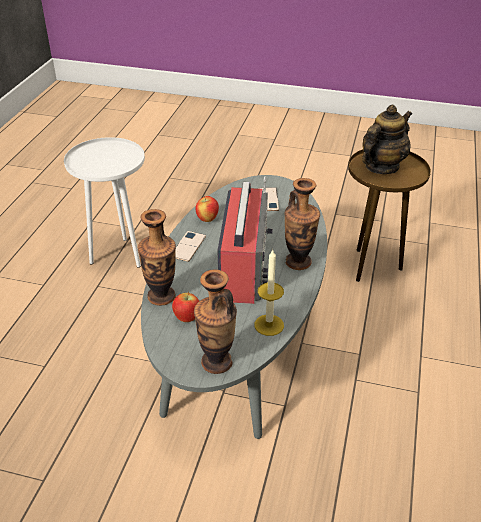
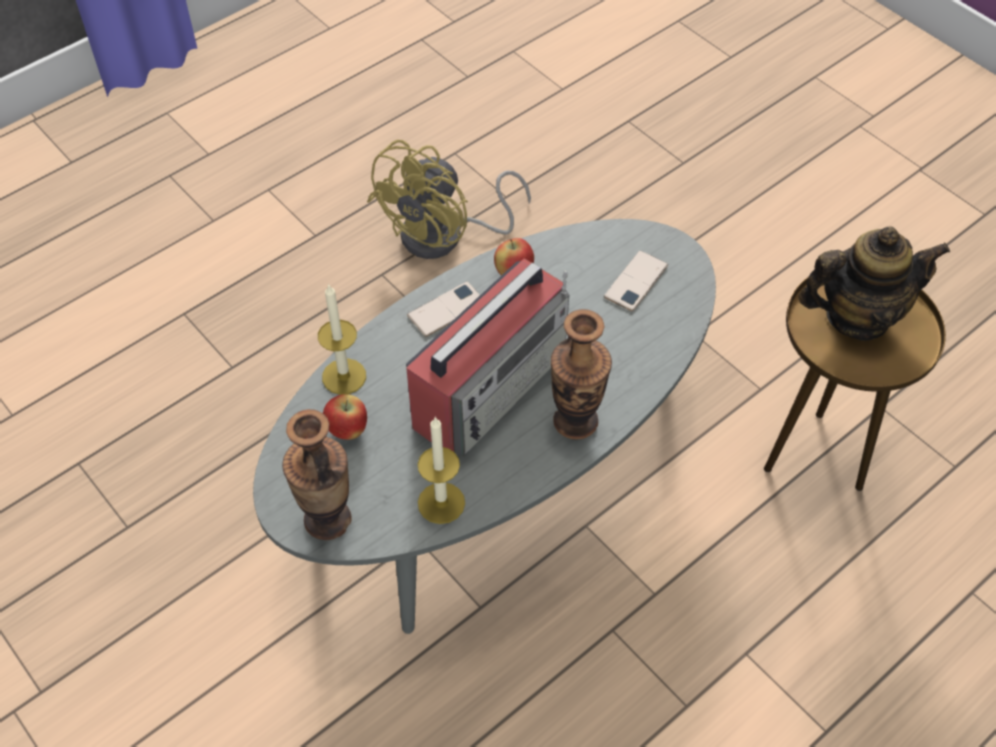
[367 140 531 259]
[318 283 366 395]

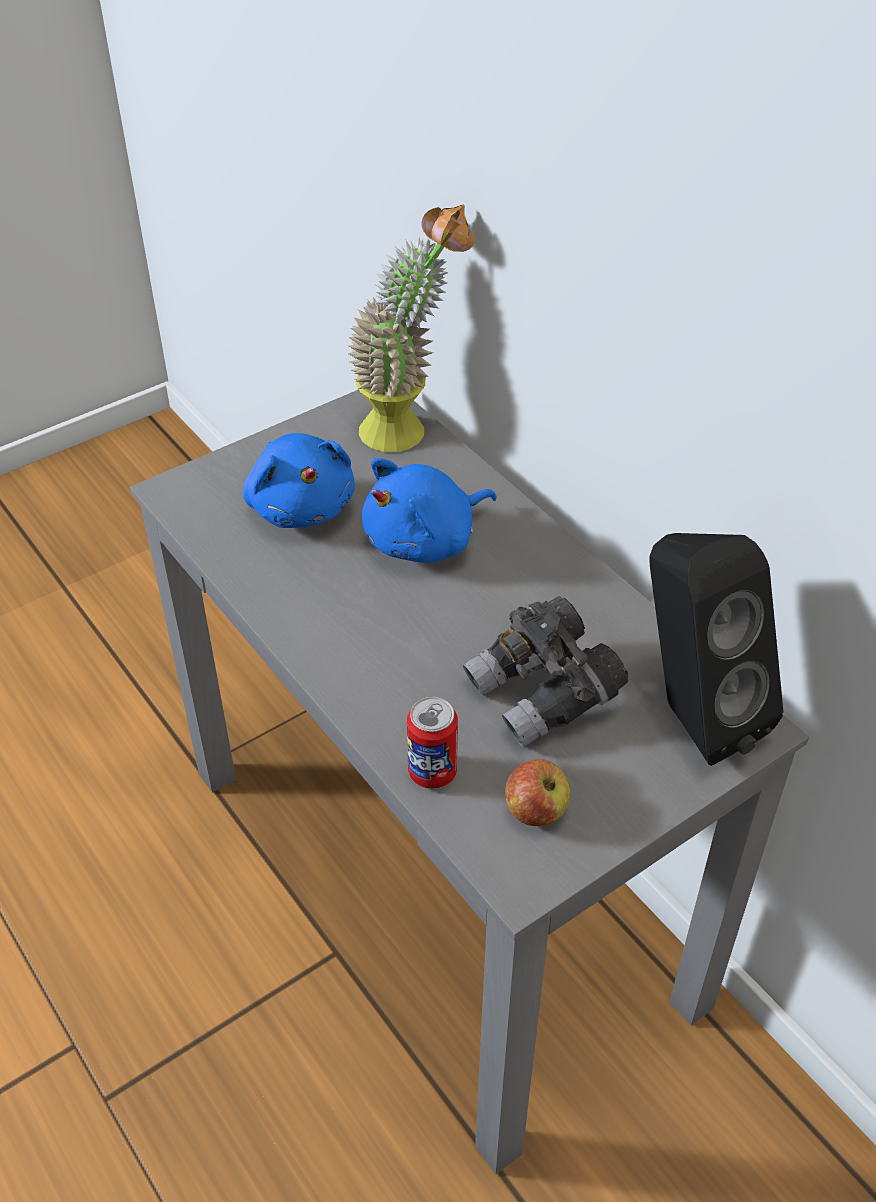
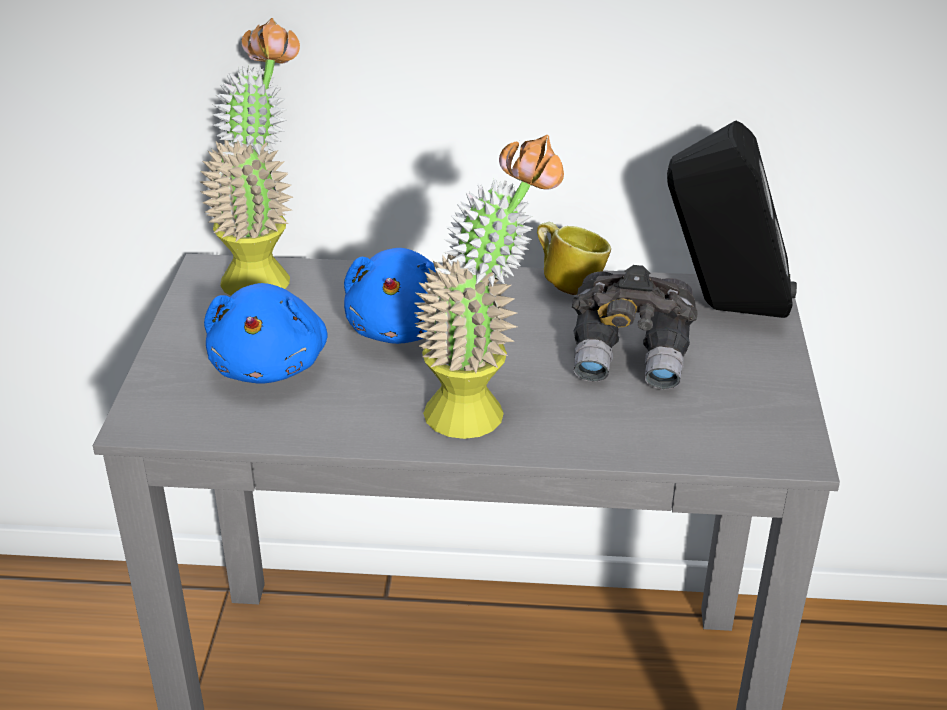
[204 283 327 384]
[407 697 458 789] (first image)
[505 759 570 826] (first image)
[413 135 564 439]
[537 222 611 295]

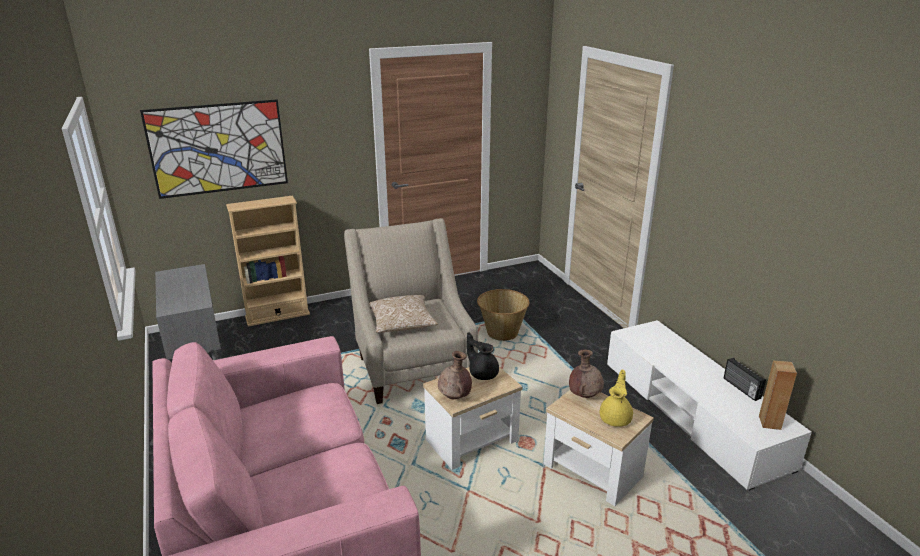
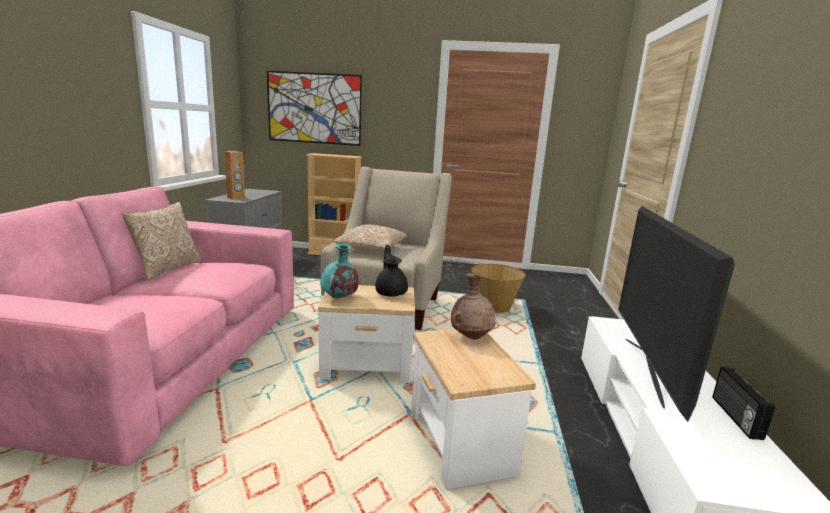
[320 244 359 299]
[224 151 245 200]
[600 369 633 427] (first image)
[122 202 202 281]
[618 206 735 422]

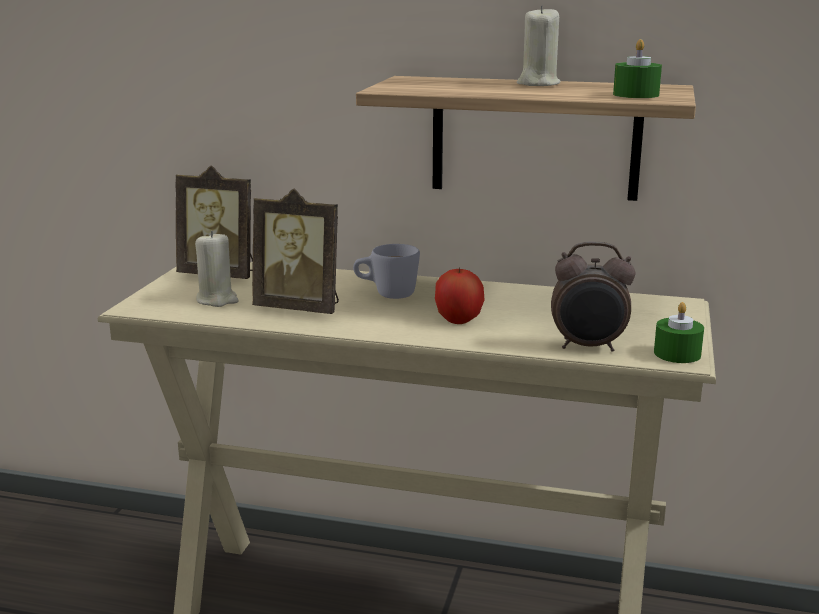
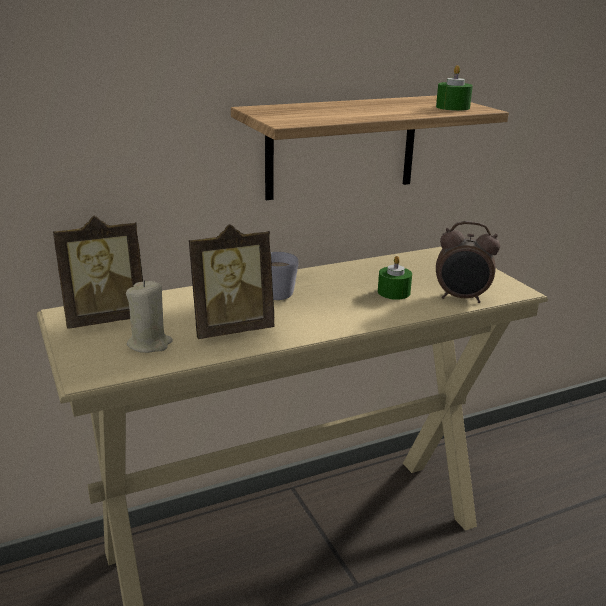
[517 5 561 86] (first image)
[436 221 500 303]
[435 268 485 324] (first image)
[378 256 412 300]

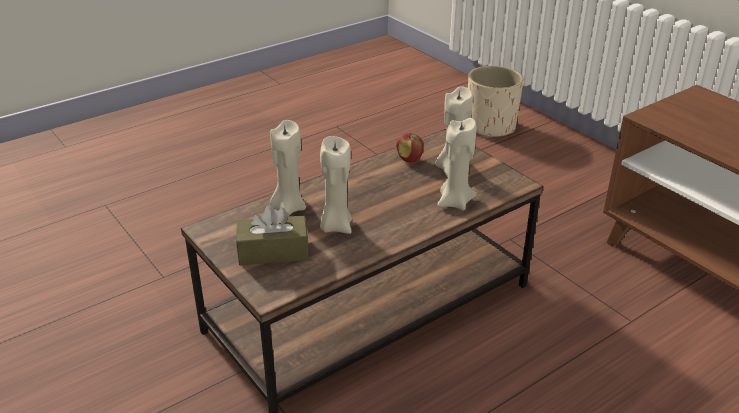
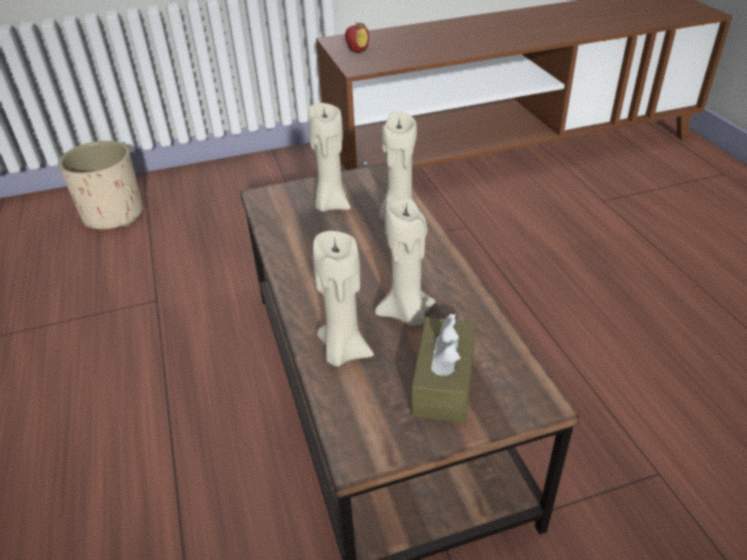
[345 22 369 53]

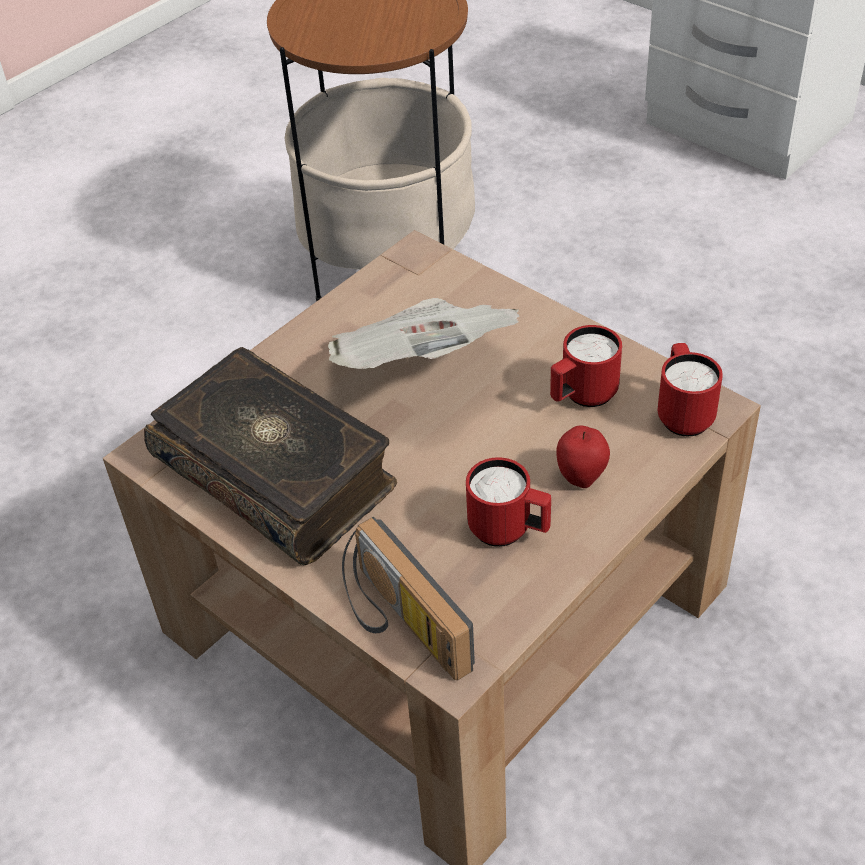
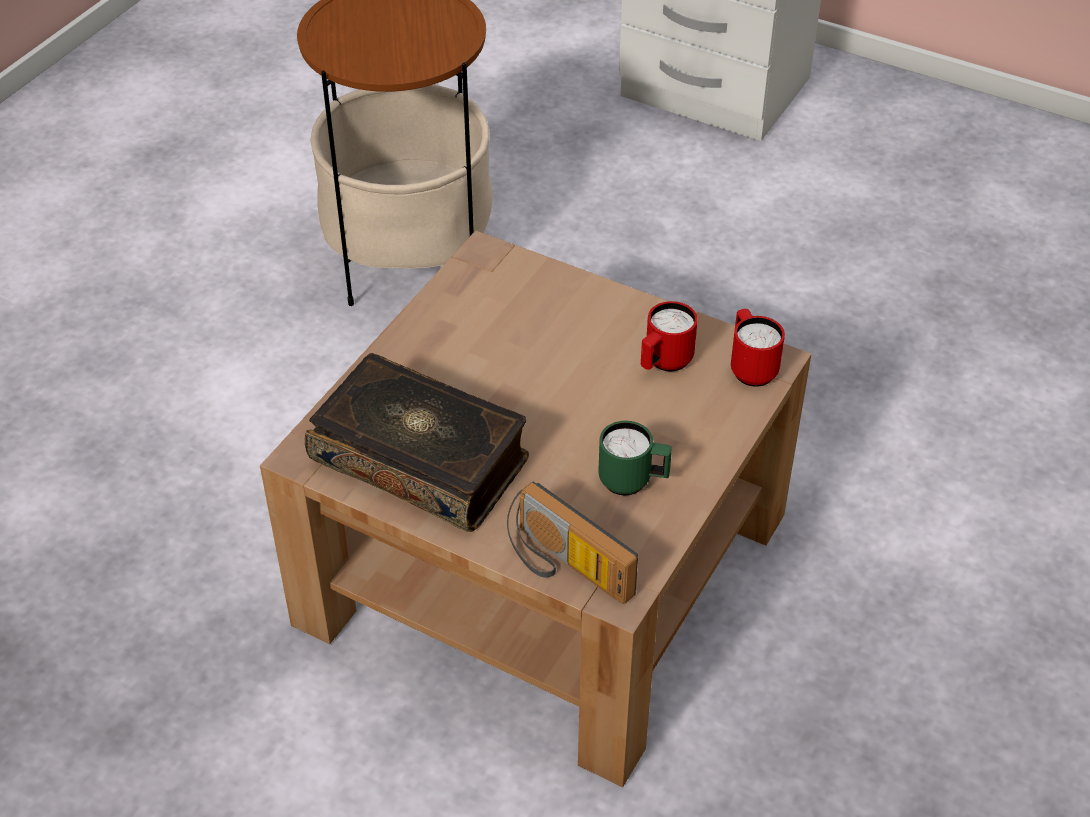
[328 298 519 369] (first image)
[556 425 610 488] (first image)
[598 421 672 495]

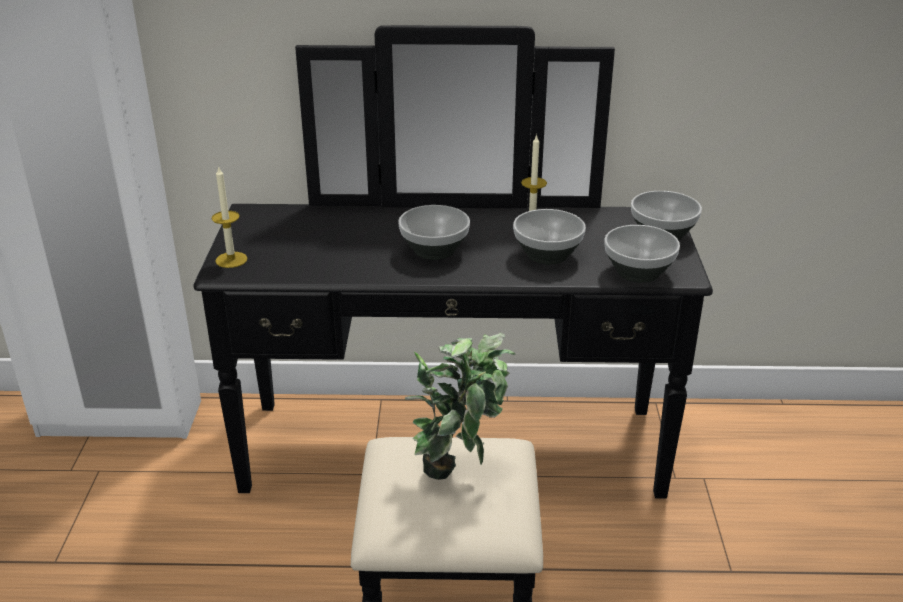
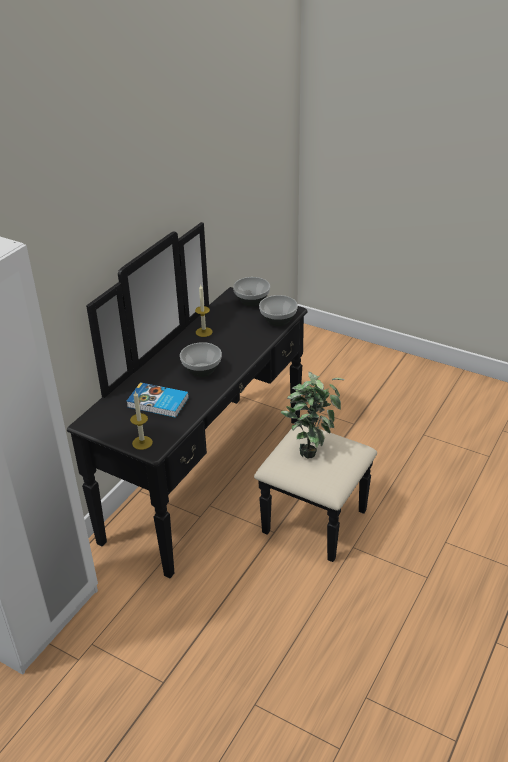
[513 209 586 265] (first image)
[126 382 189 418]

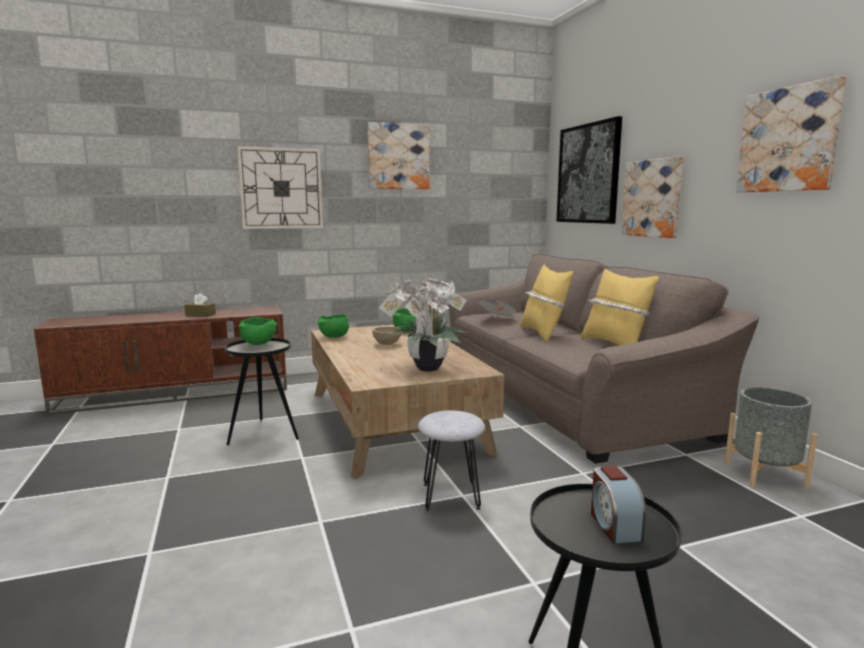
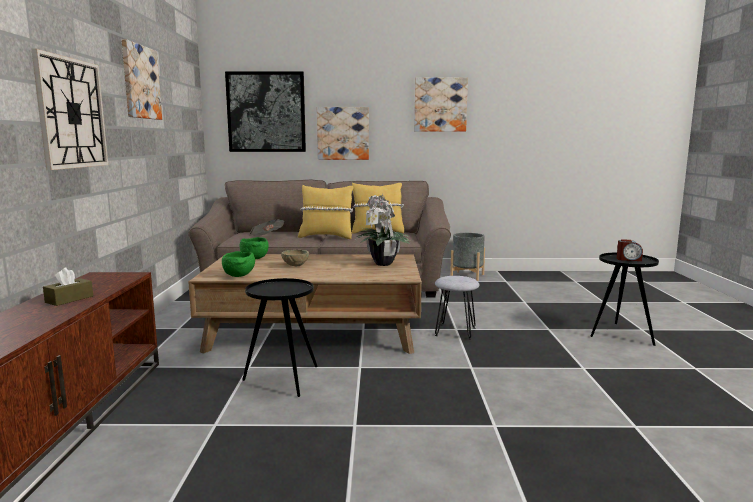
[239 317 277 345] (first image)

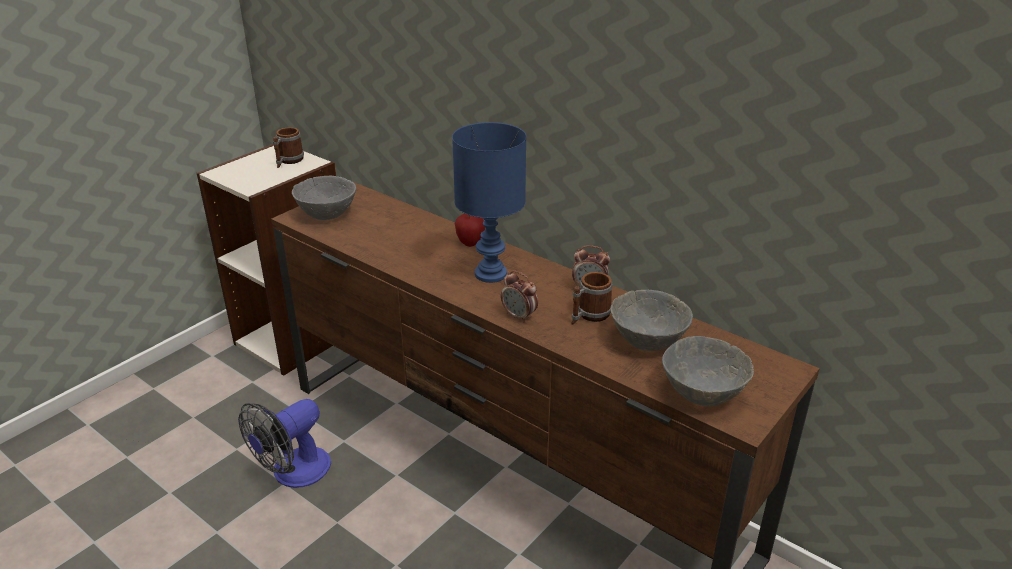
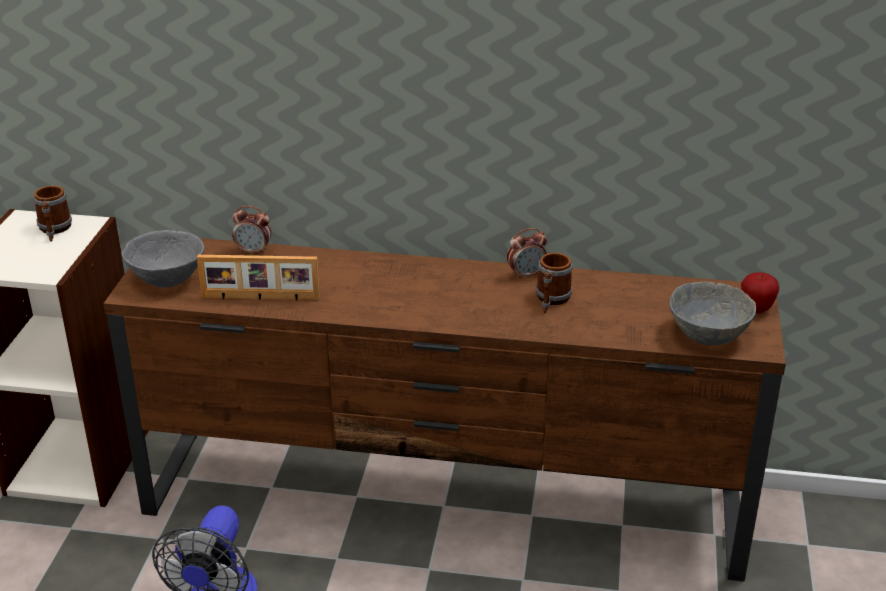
[452 122 526 283] (first image)
[741 272 779 313]
[232 206 271 255]
[611 290 693 351] (first image)
[197 255 320 301]

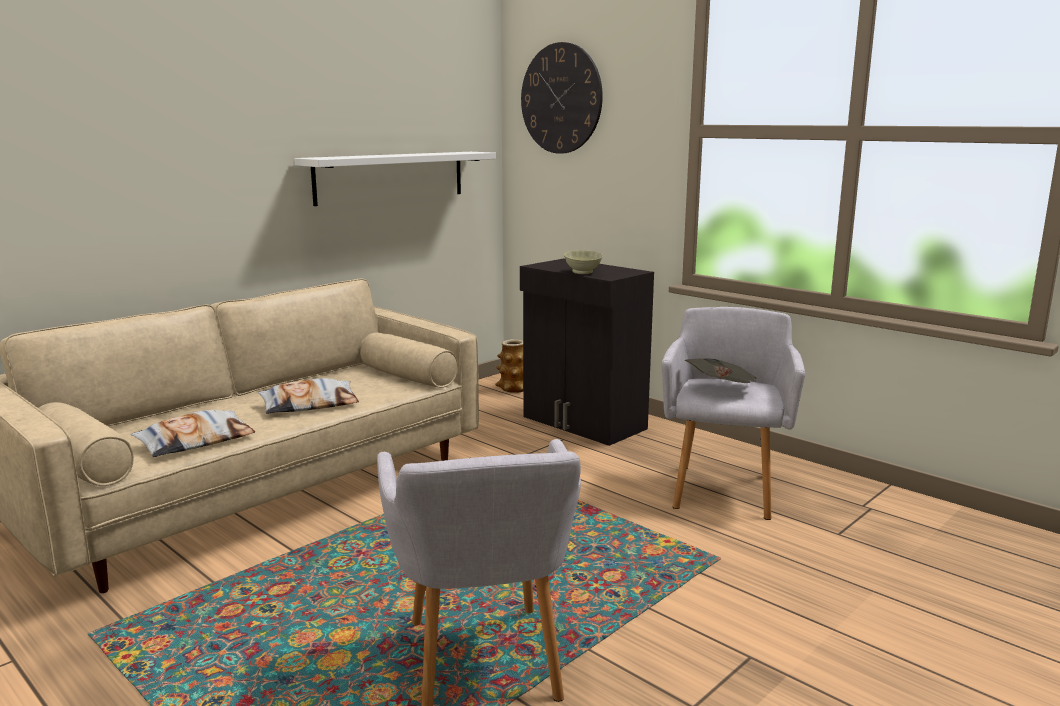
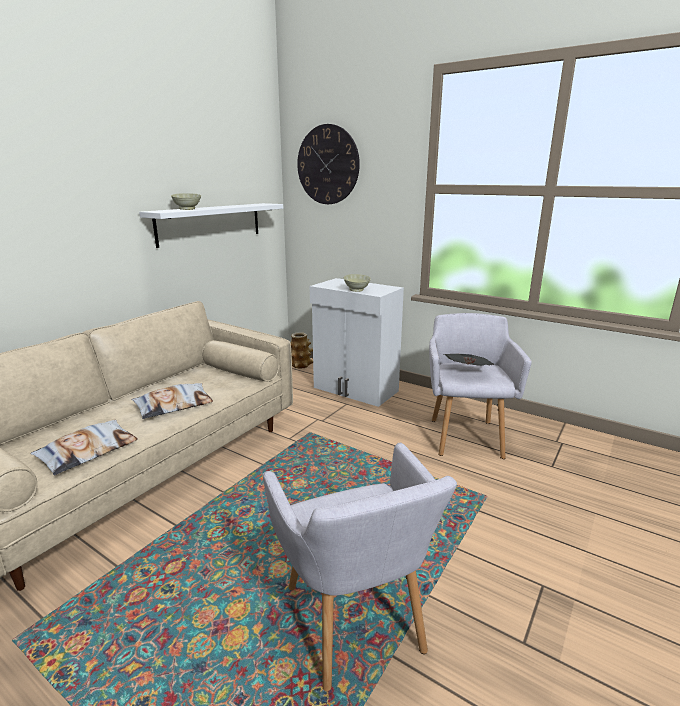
[310 278 404 407]
[171 193 201 210]

